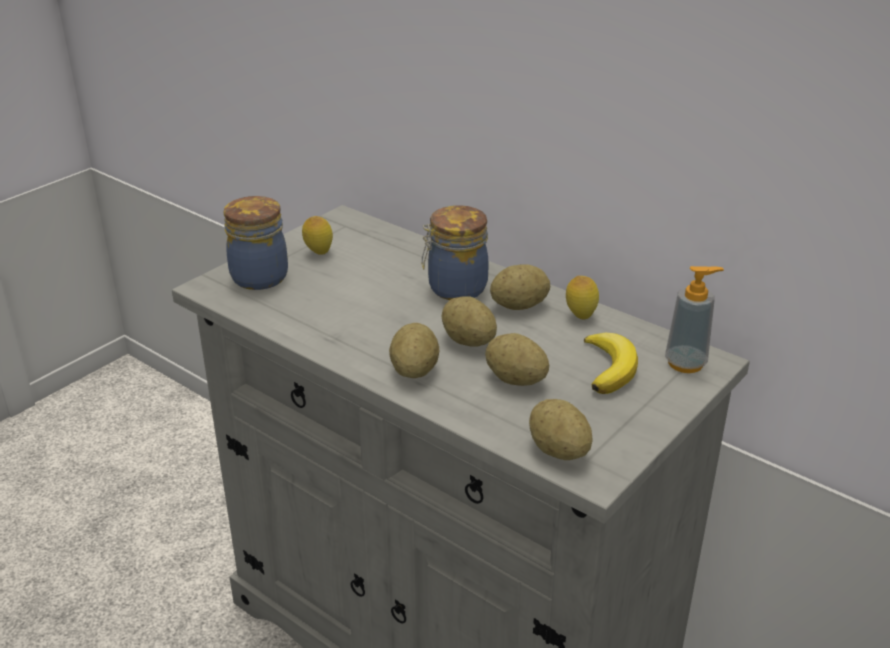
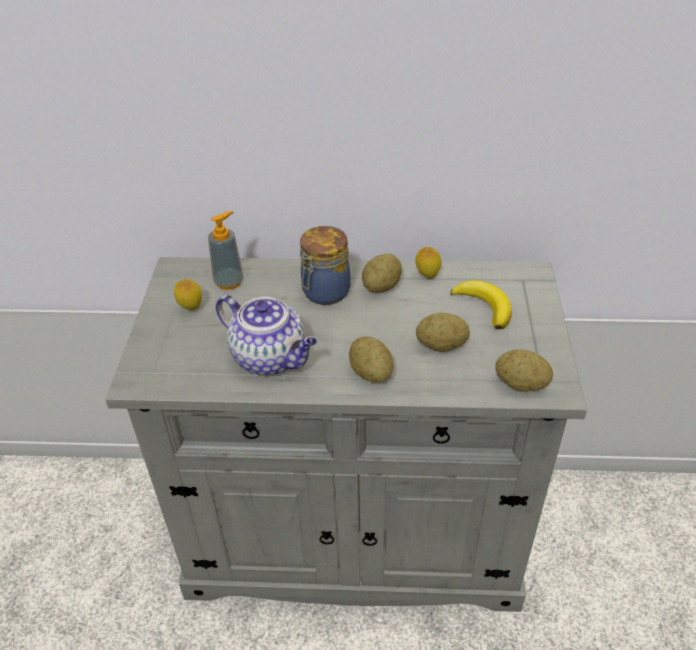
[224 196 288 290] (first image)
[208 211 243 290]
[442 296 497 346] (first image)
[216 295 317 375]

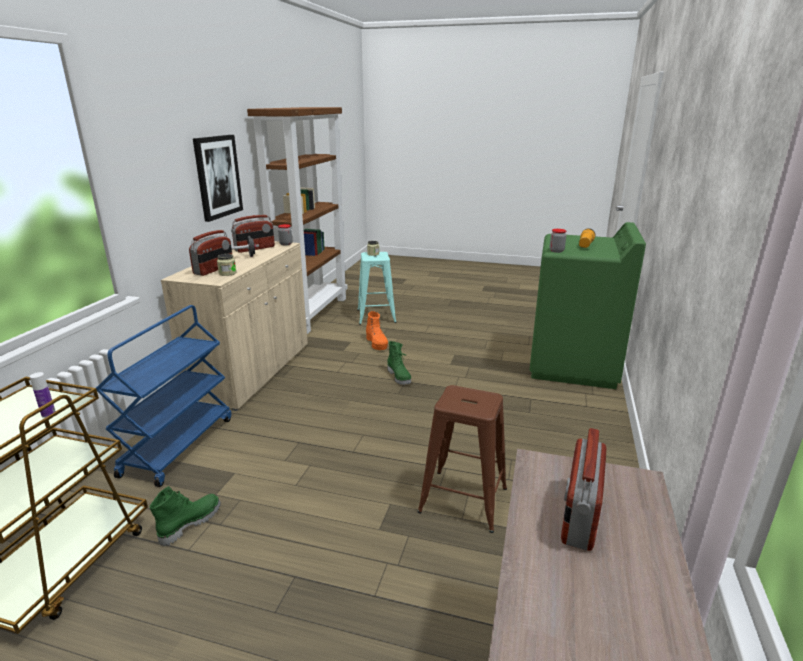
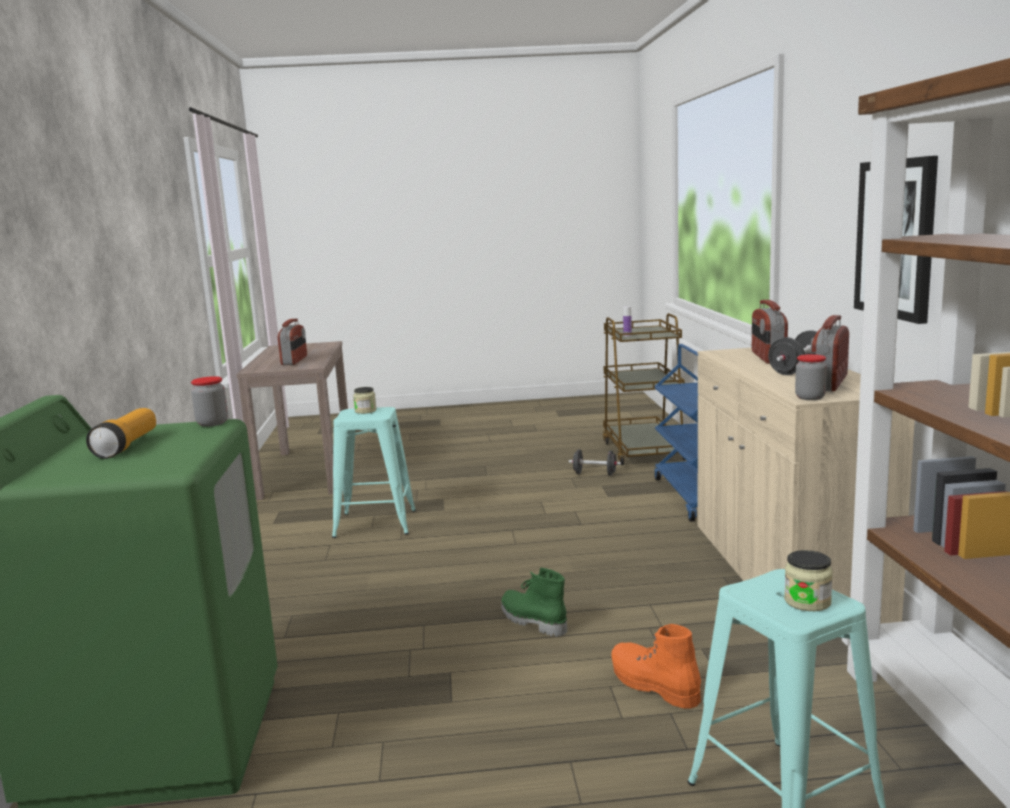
[353 387 376 414]
[332 407 416 538]
[569 449 621 476]

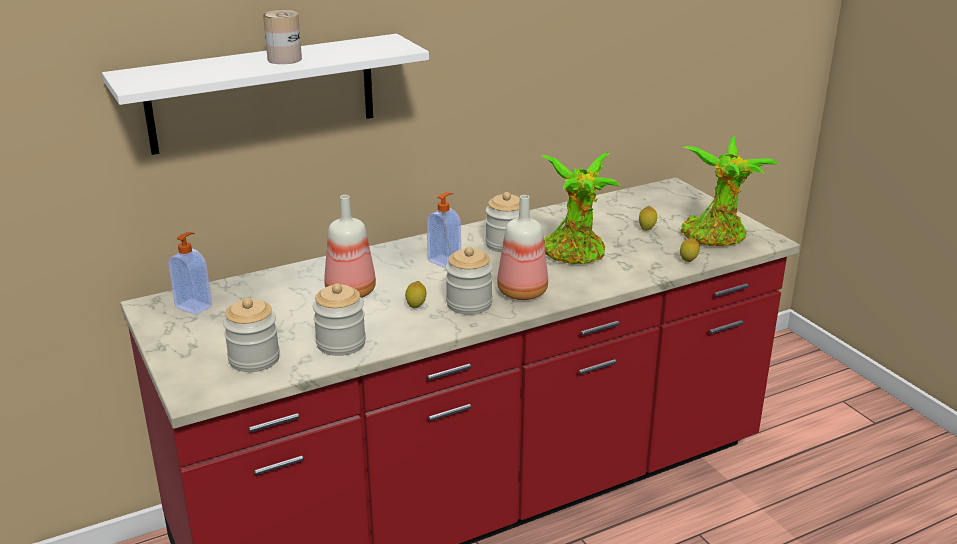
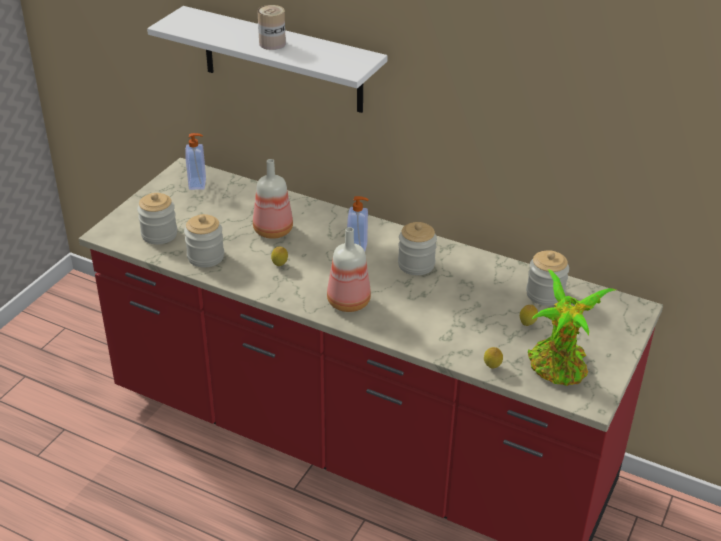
[542 153 621 264] (first image)
[526 250 569 306]

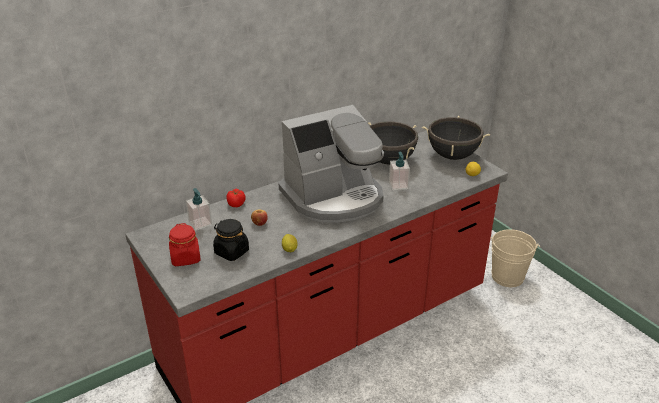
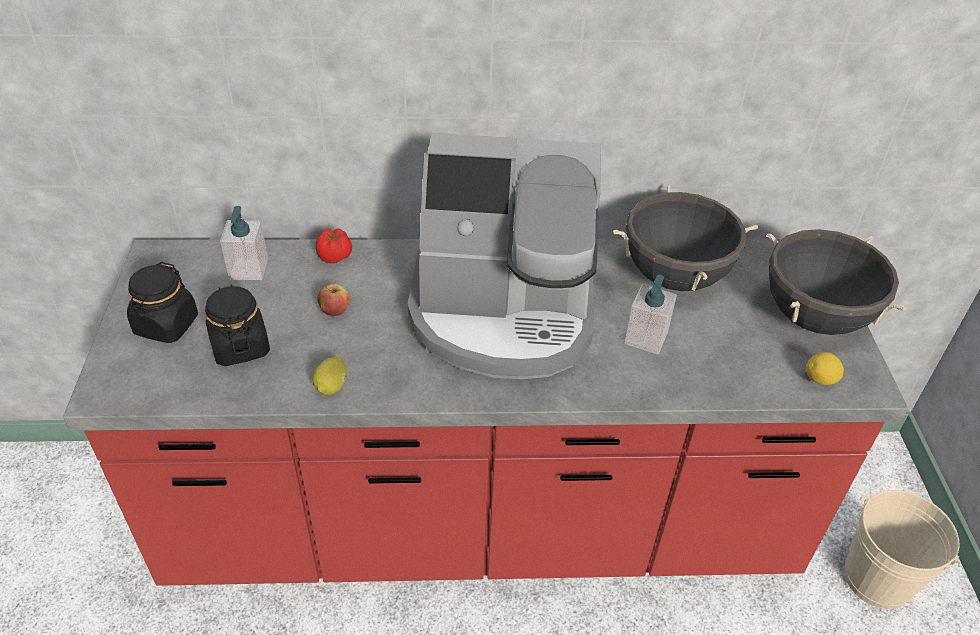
[127 262 198 343]

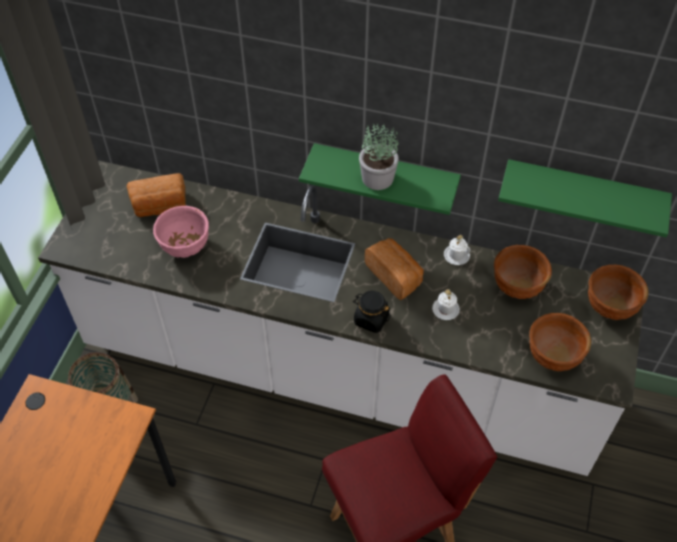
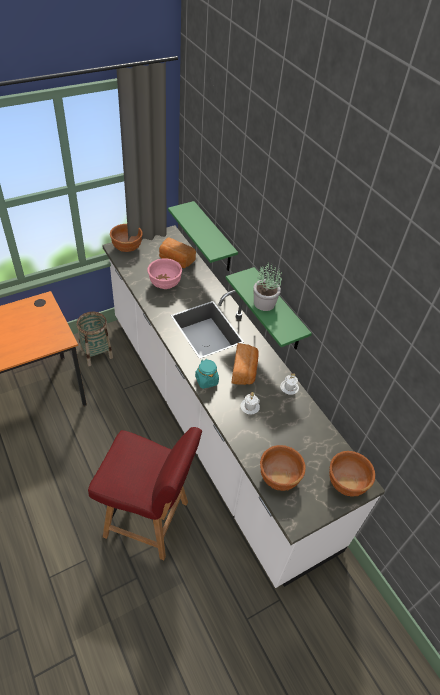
[168 201 238 271]
[110 224 142 252]
[195 359 219 389]

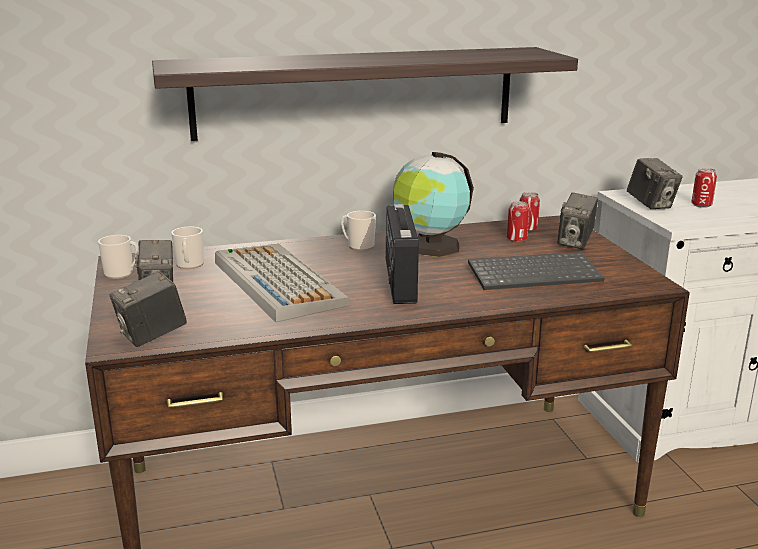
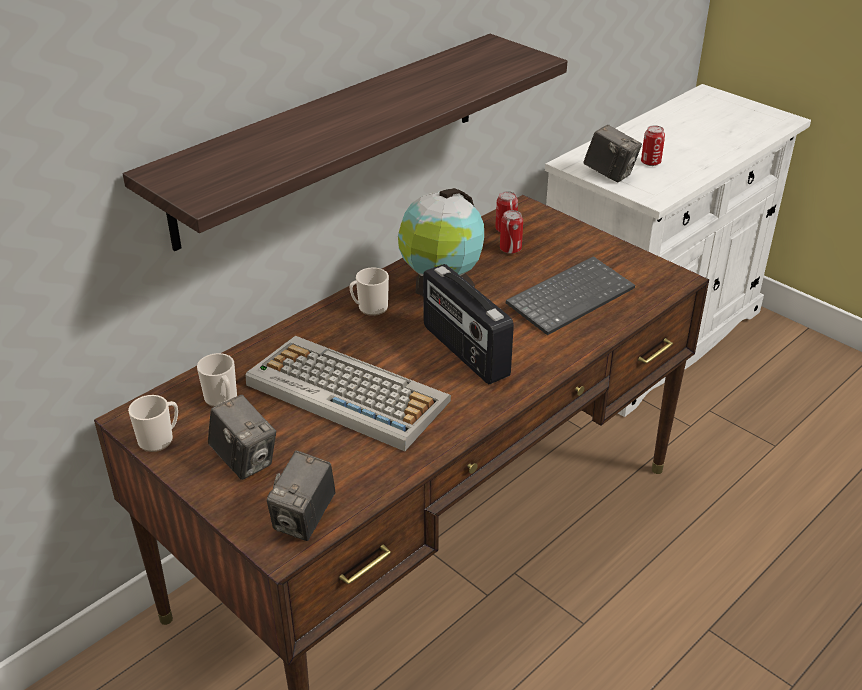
[557 192 598 249] (first image)

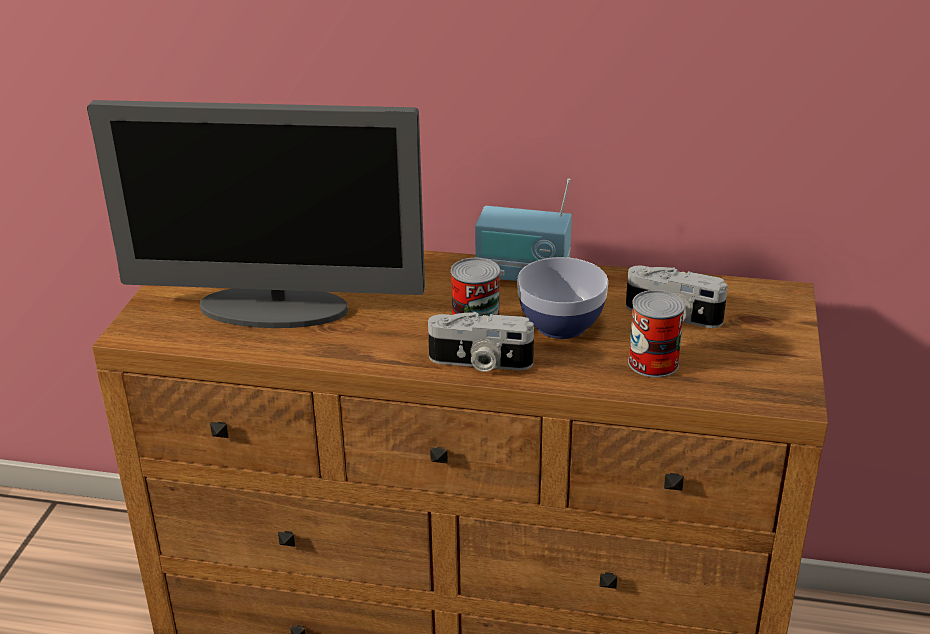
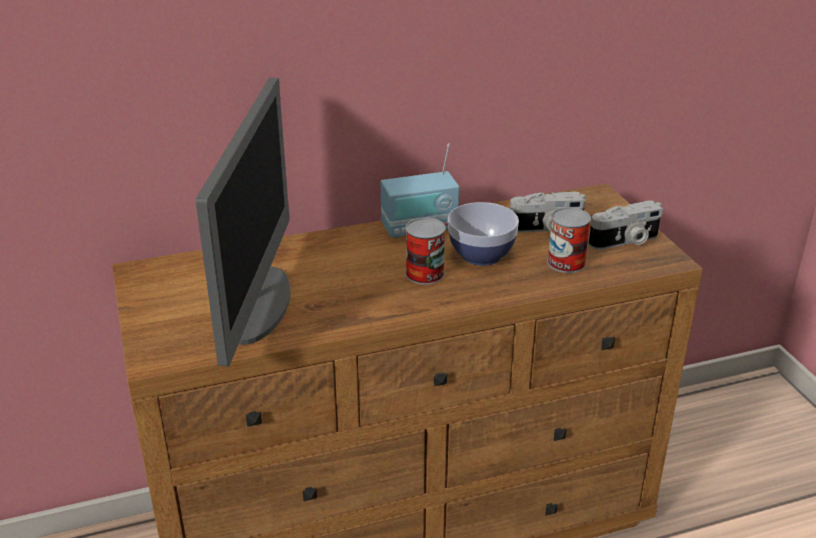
[196 78 290 367]
[589 201 663 250]

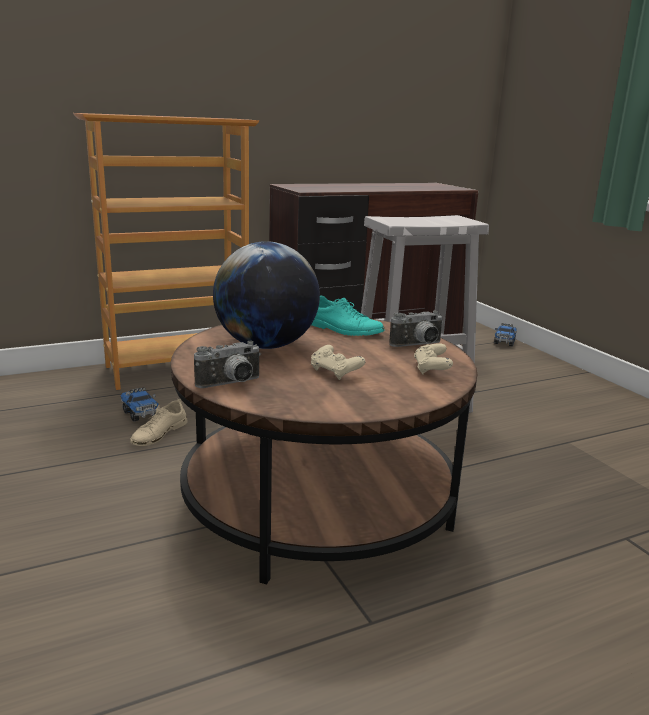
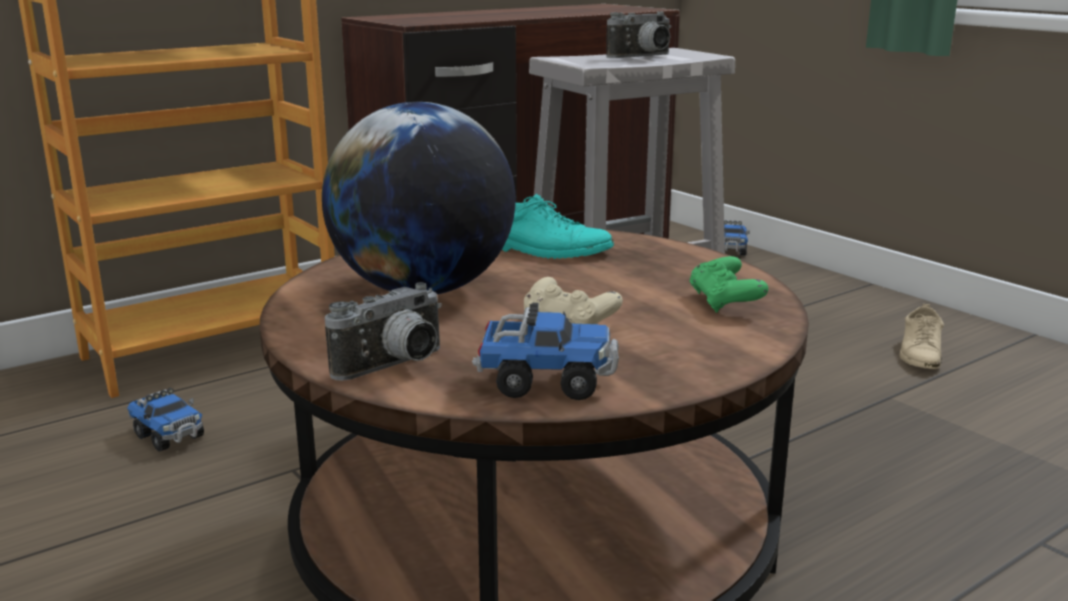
[606 11 672 58]
[689 256 768 313]
[899 304 944 369]
[472 303 619 400]

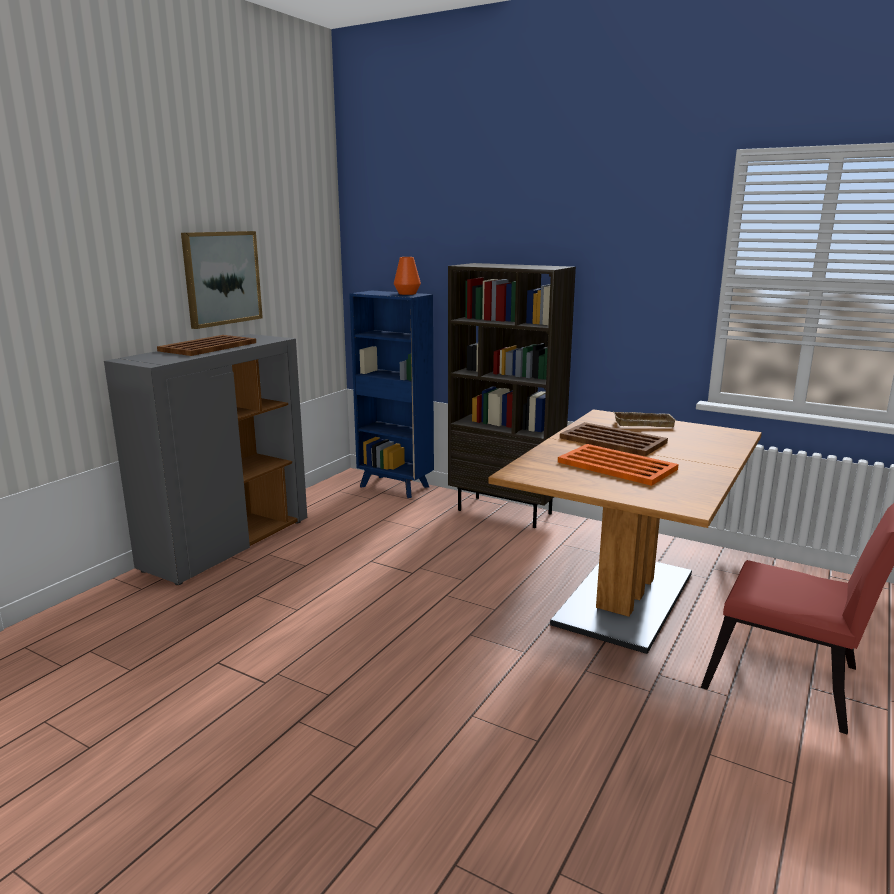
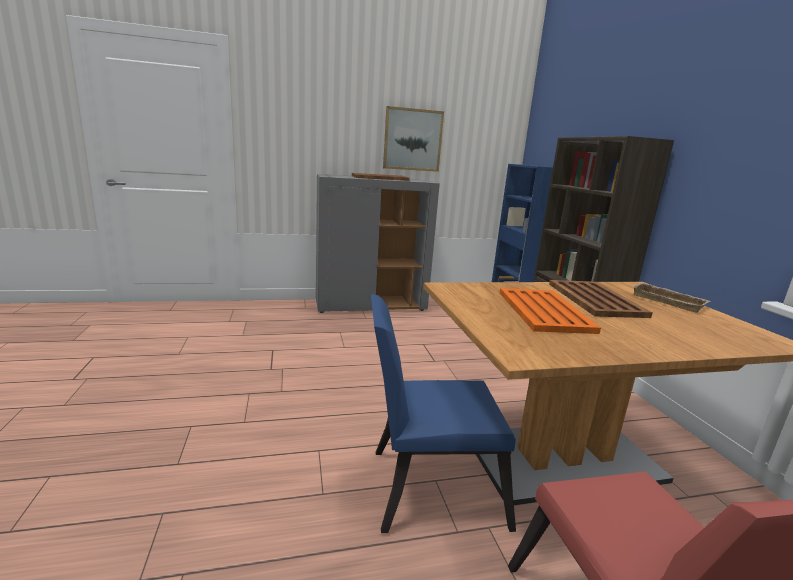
[394 257 421 295] (first image)
[371 294 516 533]

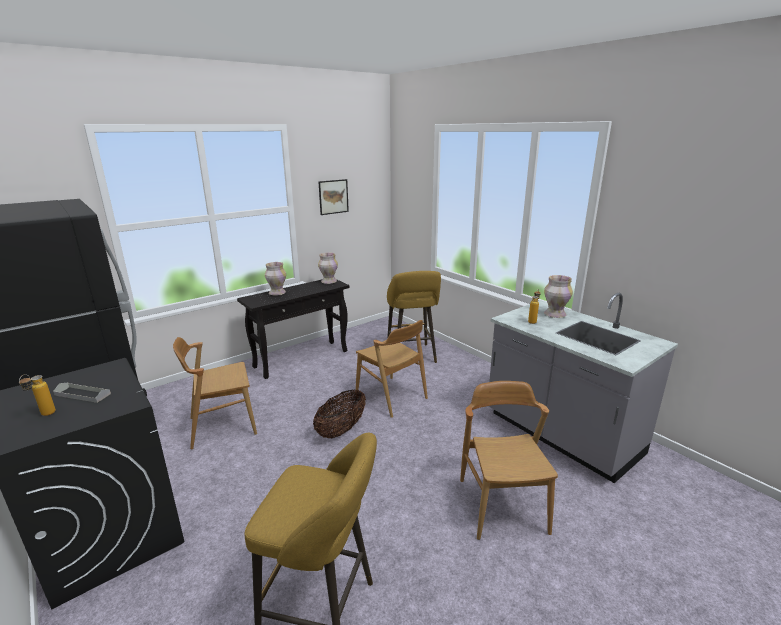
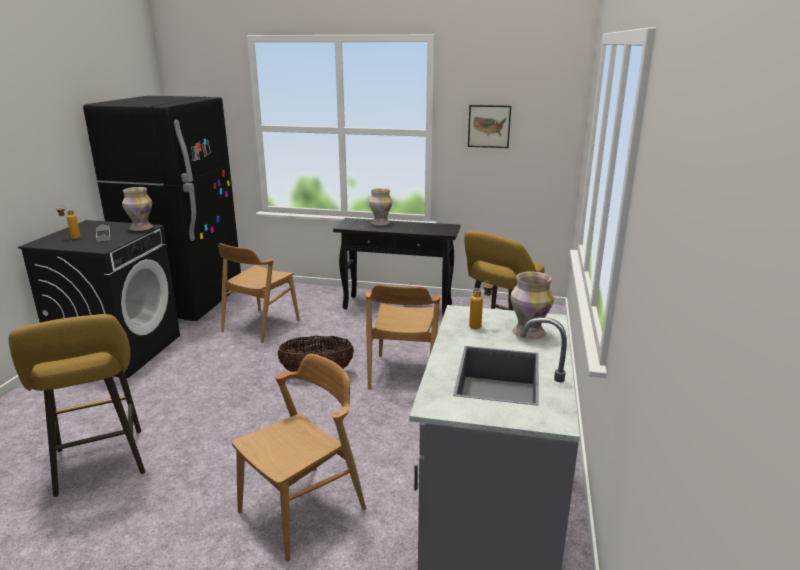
[122 187 153 231]
[218 243 300 343]

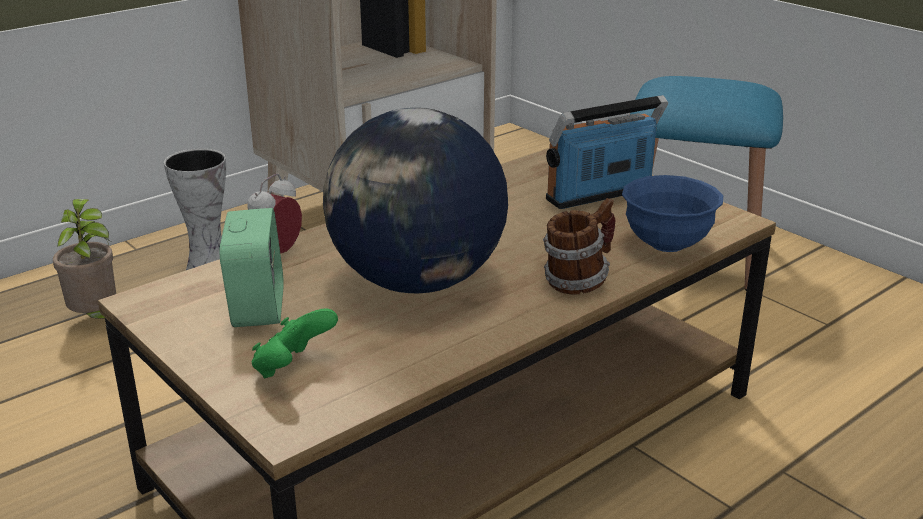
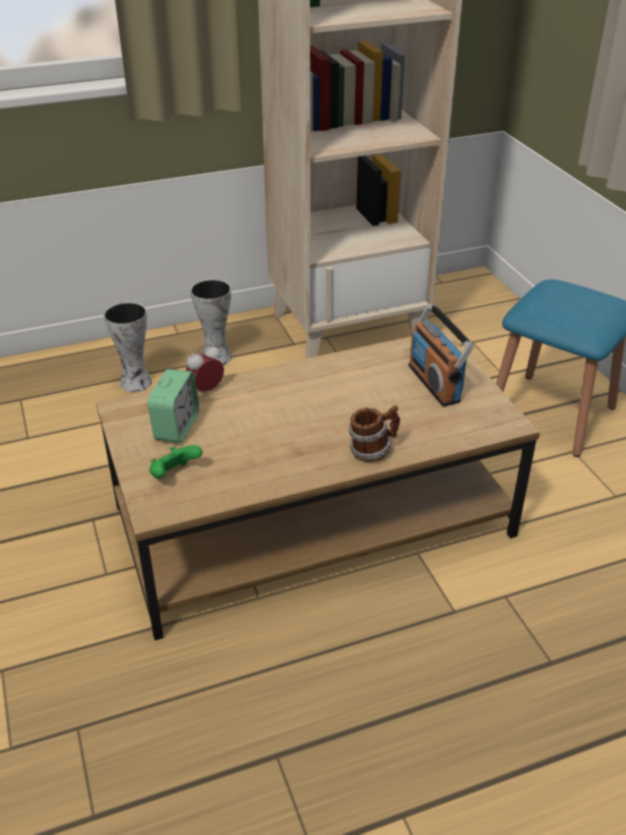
[409 303 474 406]
[323 108 508 293] (first image)
[622 175 723 252] (first image)
[104 302 152 392]

